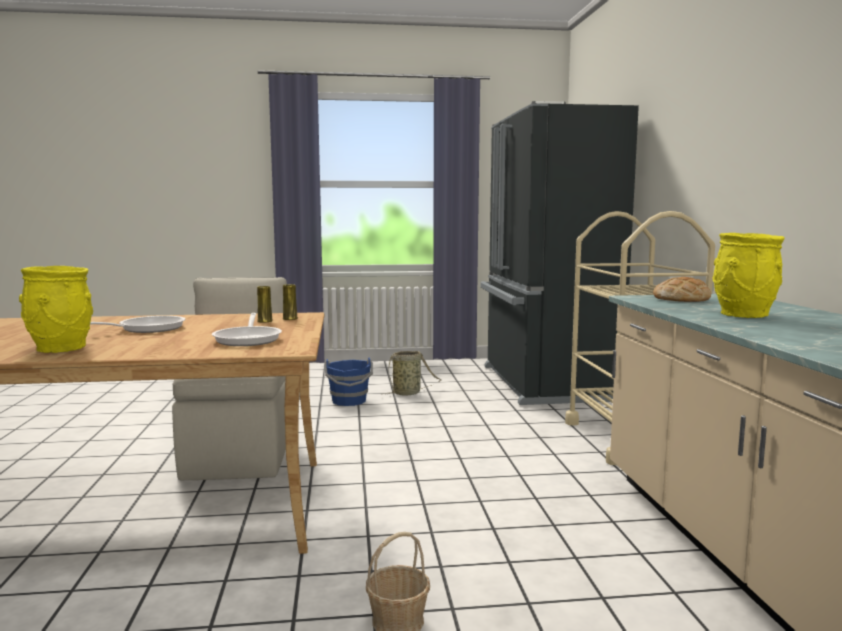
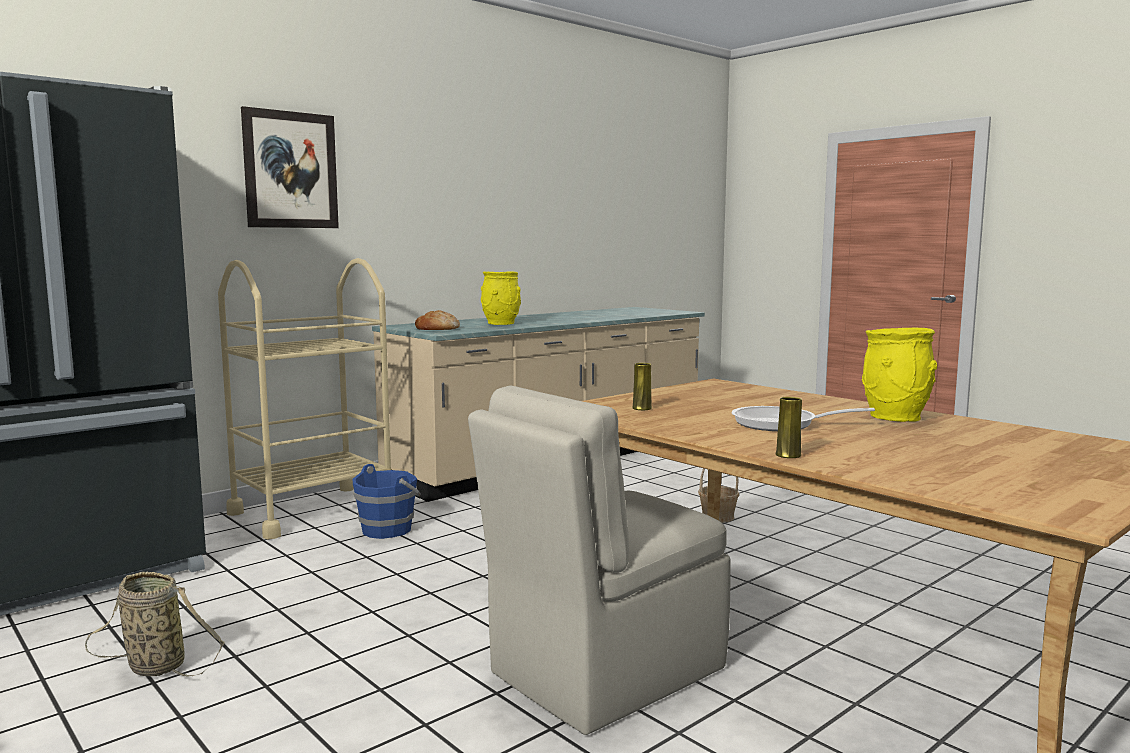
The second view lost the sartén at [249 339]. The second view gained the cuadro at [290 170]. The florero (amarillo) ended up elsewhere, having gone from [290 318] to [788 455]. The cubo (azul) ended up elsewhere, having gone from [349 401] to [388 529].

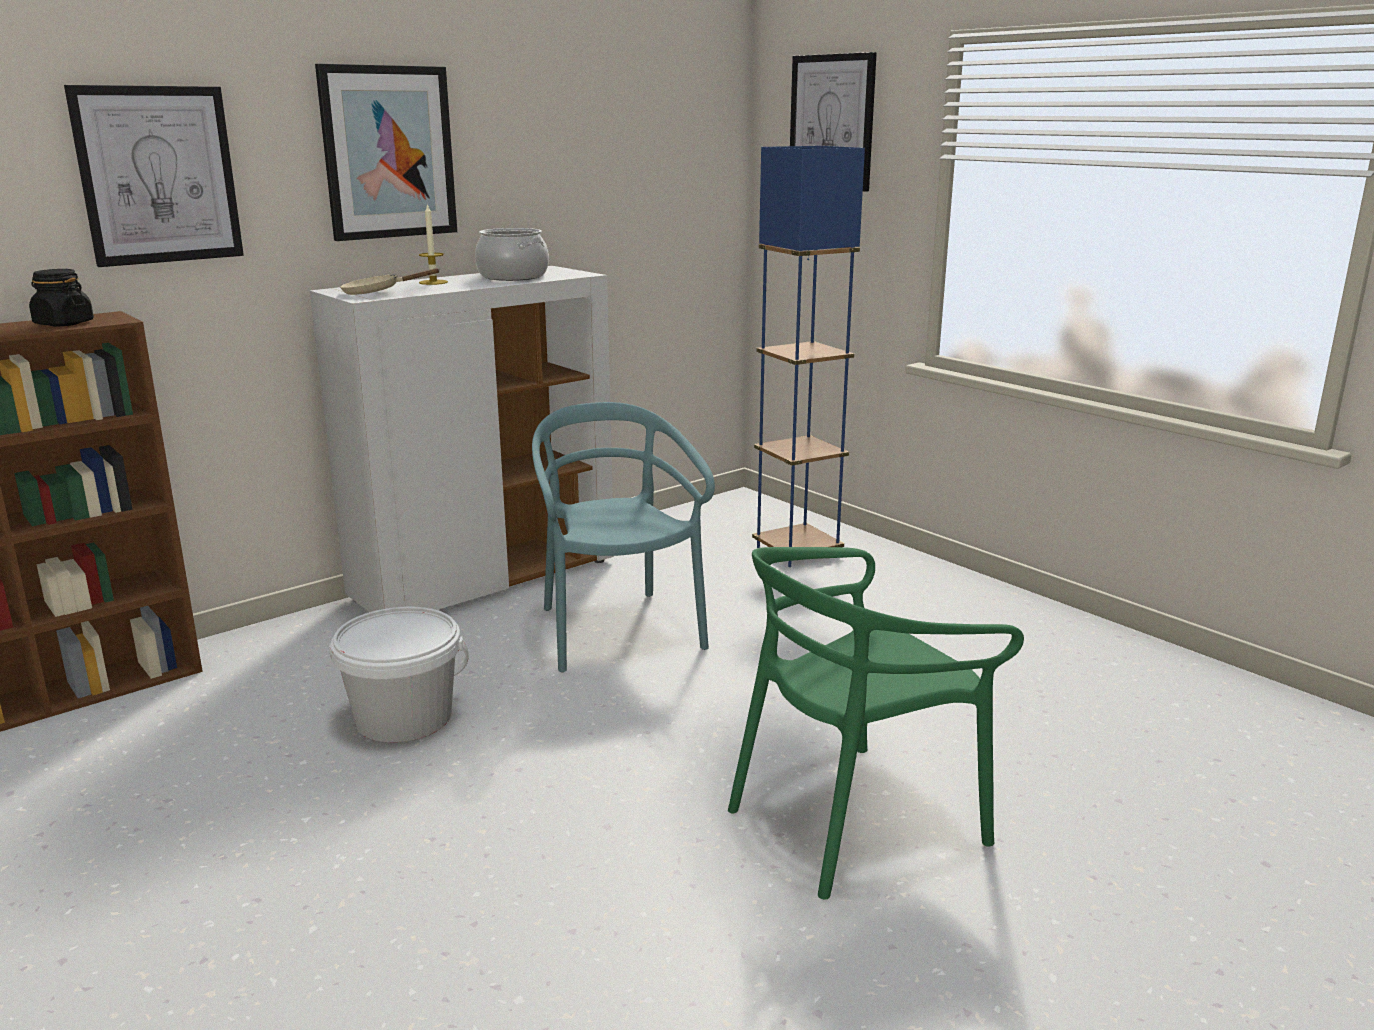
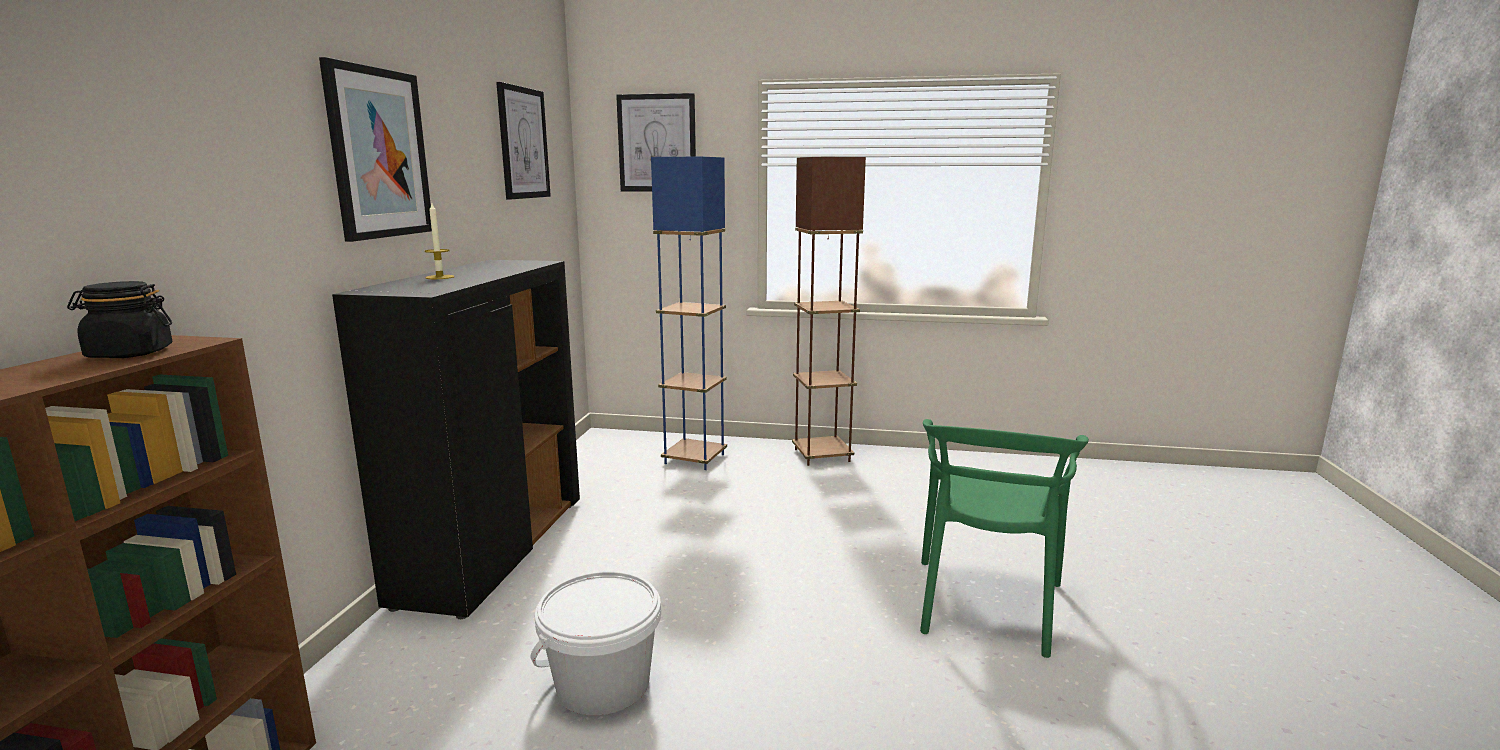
The second view lost the sartén (beis) at [377 292]. The second view lost the olla at [513 276]. The second view lost the silla (turquesa) at [617 631]. The second view gained the lámpara de pie (marrón) at [822 455]. The cuadro ended up elsewhere, having gone from [158 175] to [523 143]. What was the armario (blanco) at [485 579] turned into the armario (negro) at [493 550].

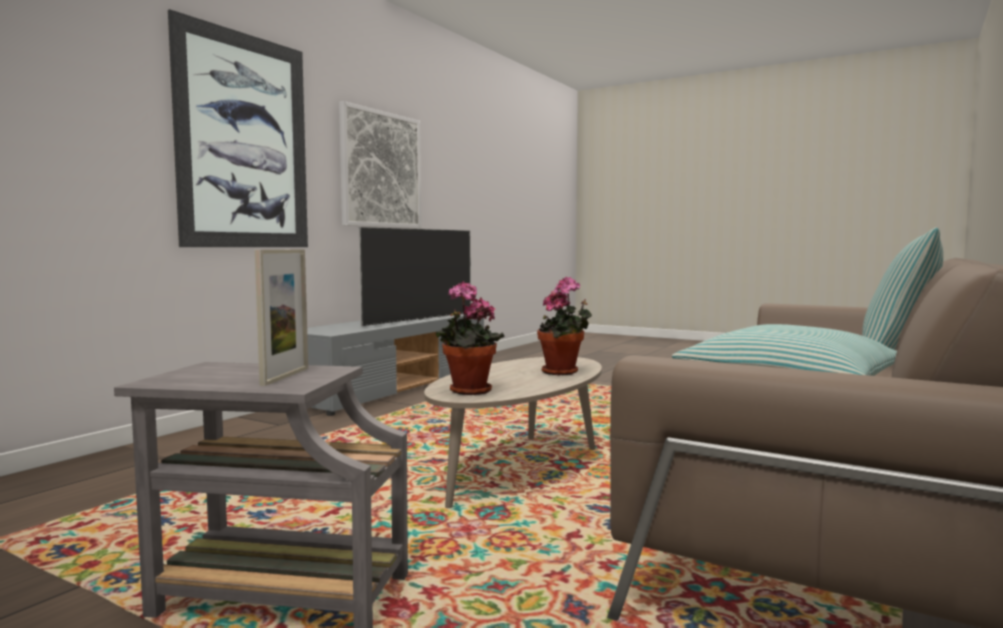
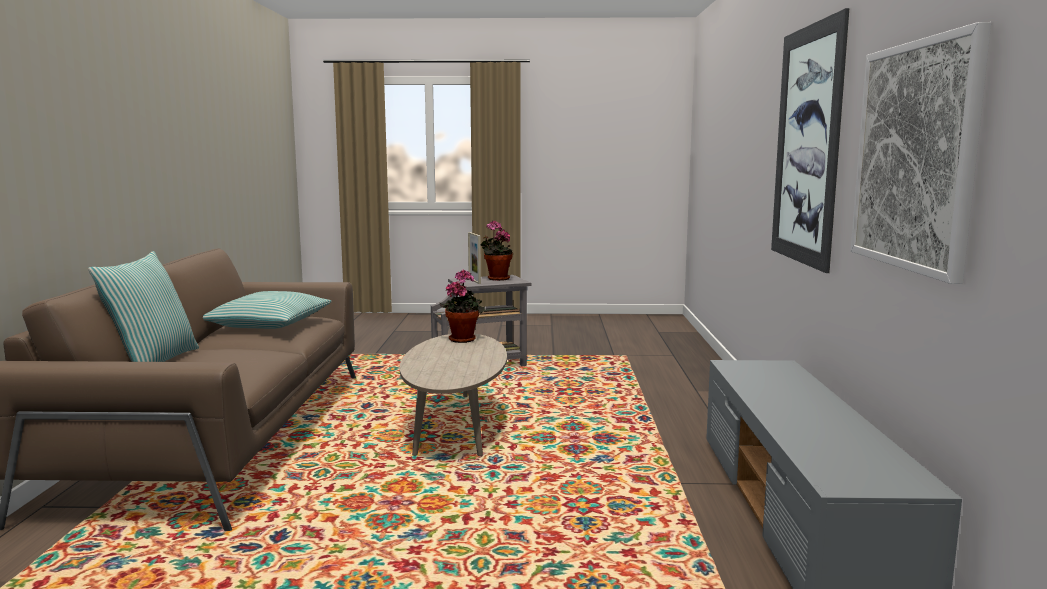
The second view lost the televisor at [419 319]. The planta en maceta ended up elsewhere, having gone from [563 372] to [496 279].

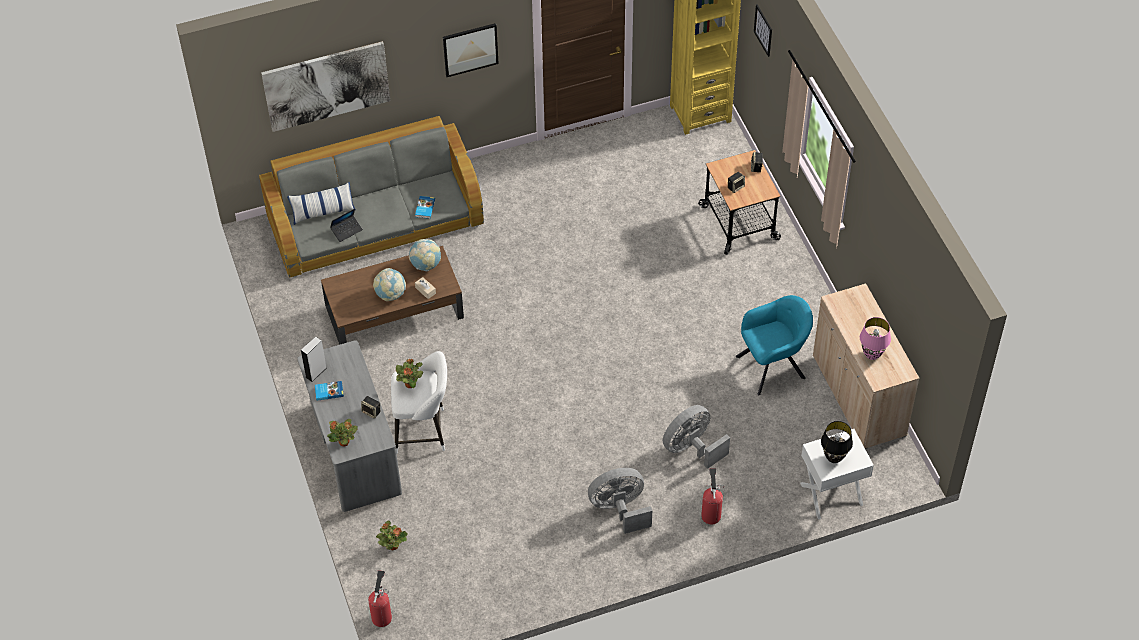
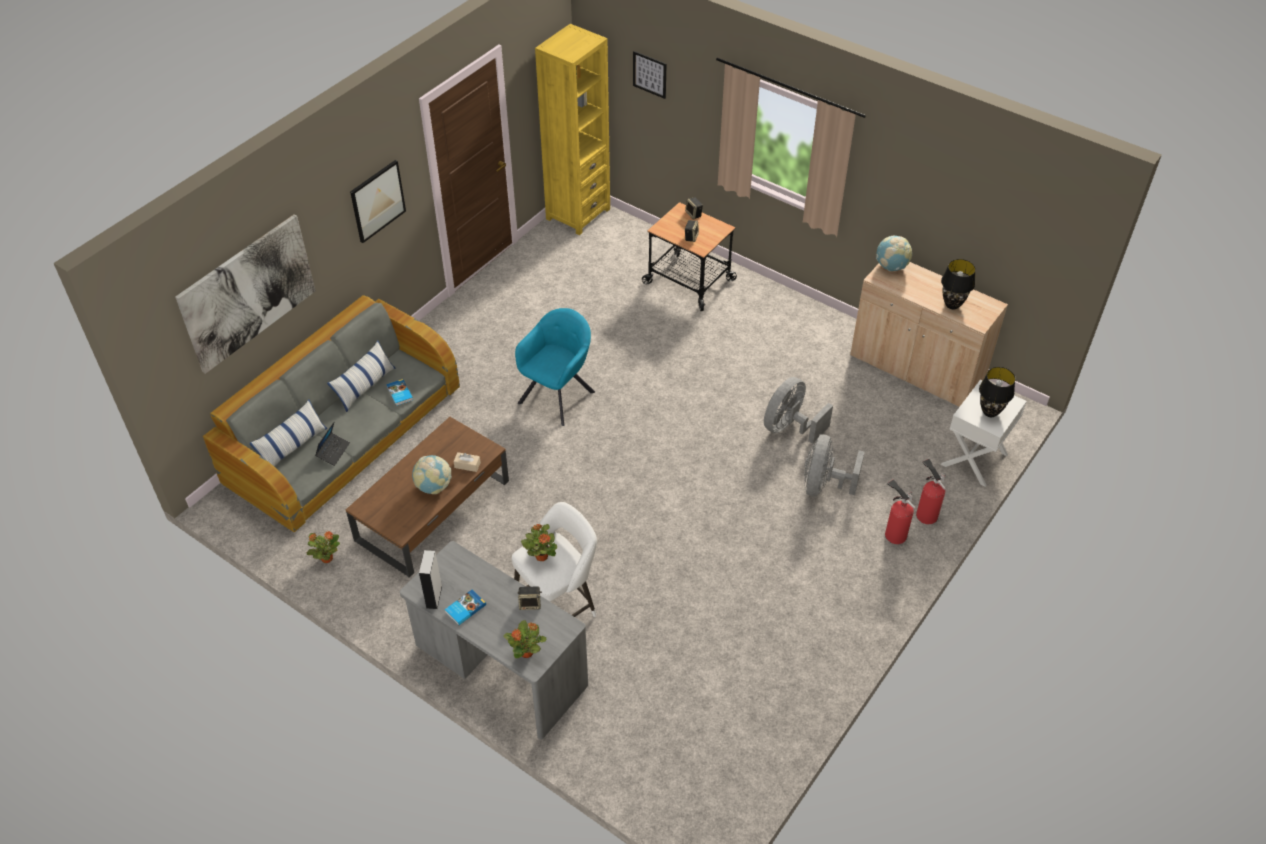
The second view gained the cojín at [365 386]. The extintor ended up elsewhere, having gone from [382 616] to [925 514]. The planta en maceta ended up elsewhere, having gone from [392 545] to [326 558]. The globo terráqueo ended up elsewhere, having gone from [426 265] to [891 266]. The ventilador (gris) ended up elsewhere, having gone from [620 509] to [790 427]. The sillón (turquesa) ended up elsewhere, having gone from [773 366] to [558 395]. What was the lámpara de mesa (rosa) at [871 354] turned into the lámpara de mesa (negro) at [952 305].

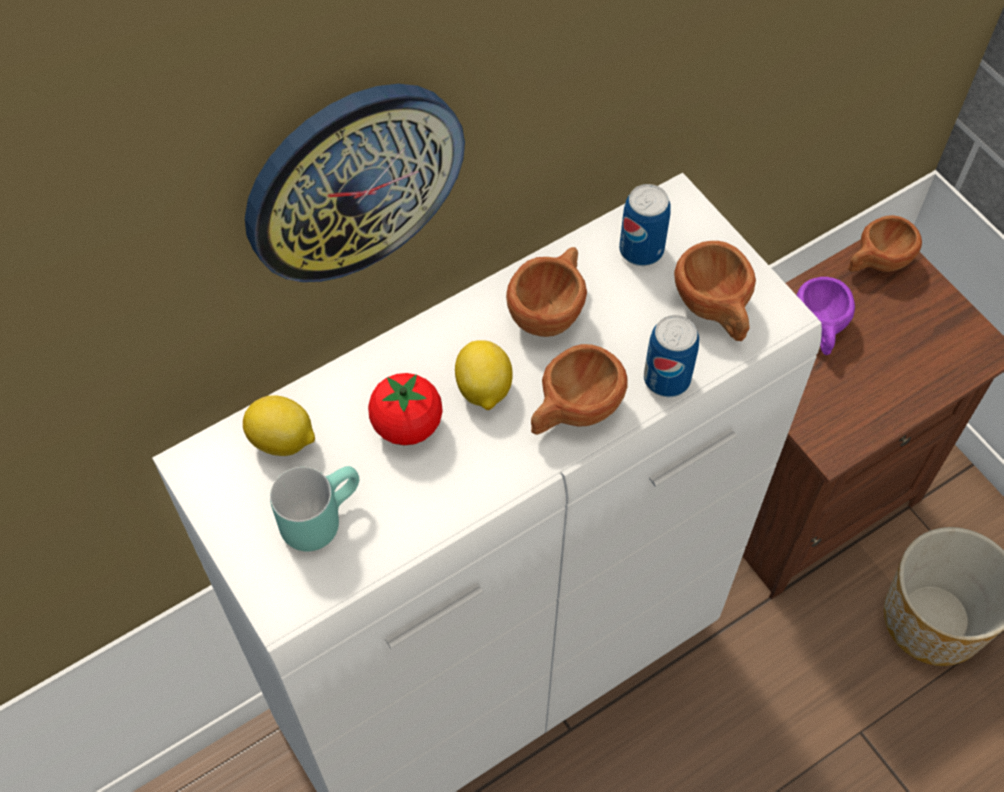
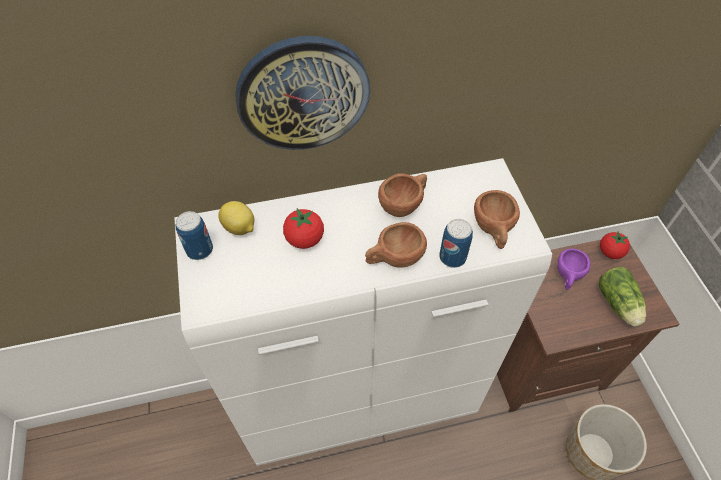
The second view lost the taza grande (turquesa) at [319 515]. The second view lost the limón at [483 390]. The second view gained the lechuga at [618 305]. The lata ended up elsewhere, having gone from [641 250] to [199 250]. Where the taza (marrón) stood at [876 263], the tomate came to stand at [610 252].

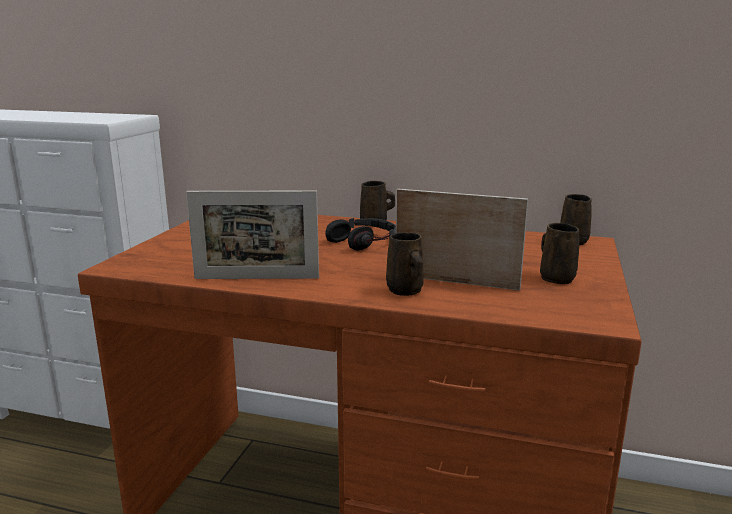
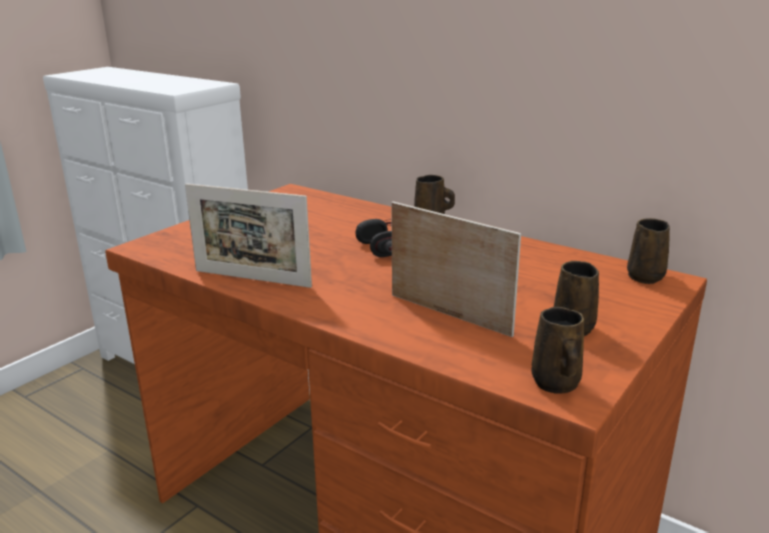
The taza grande (marrón) ended up elsewhere, having gone from [405 291] to [556 384].

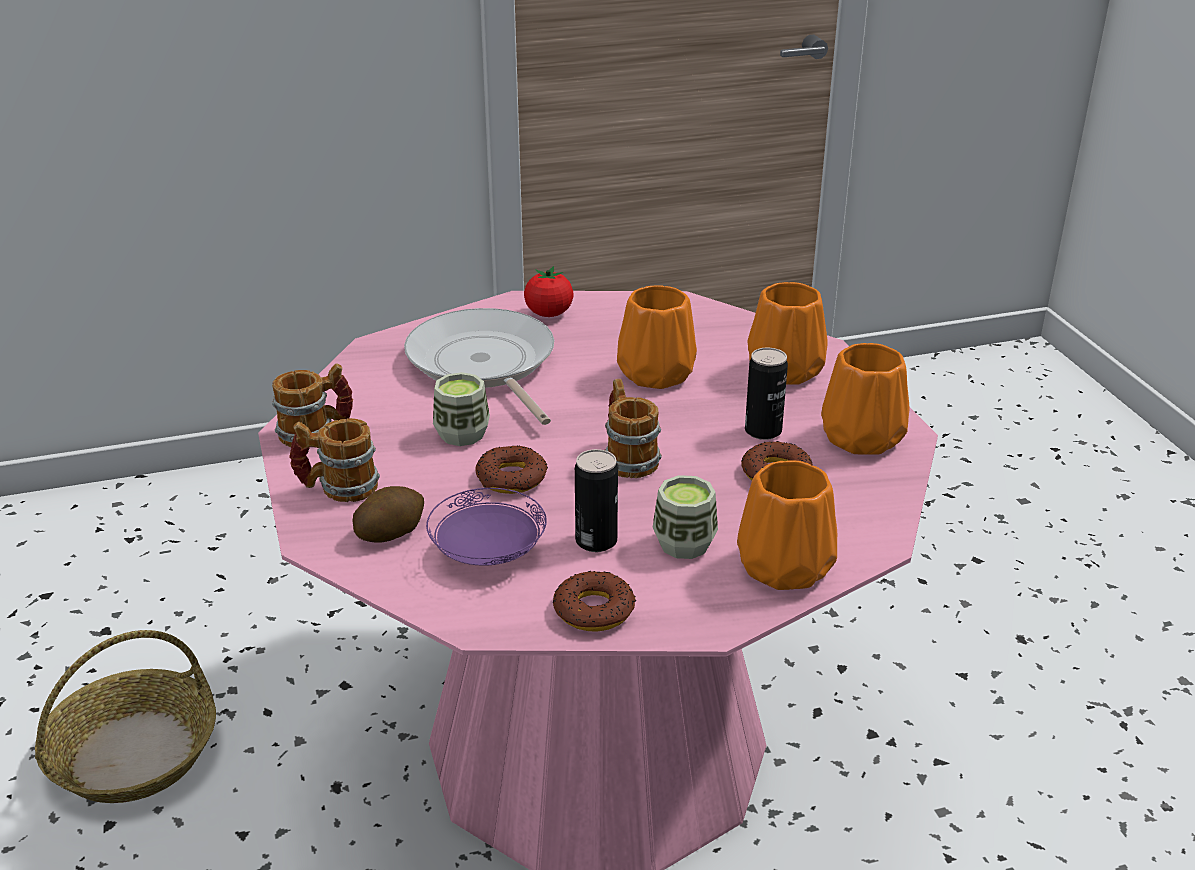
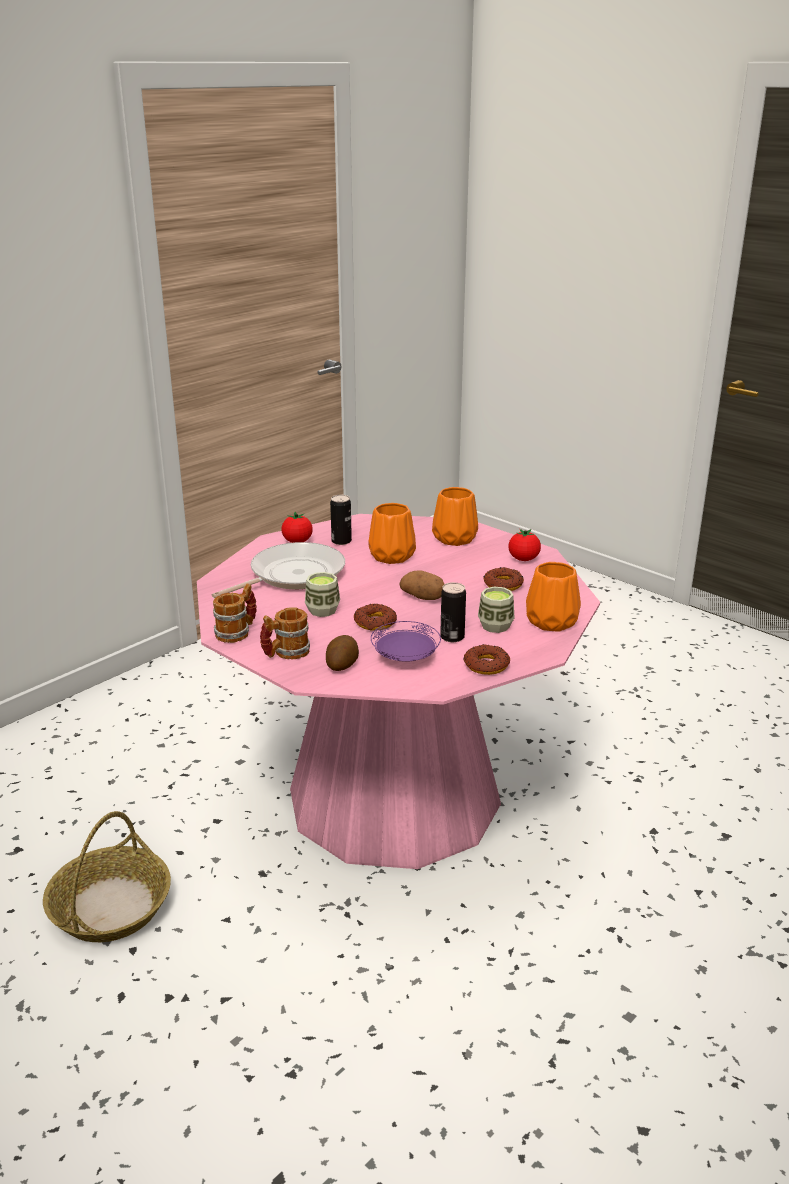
The lata ended up elsewhere, having gone from [763 431] to [341 541]. Where the taza grande stood at [627 457], the patata came to stand at [423 597]. Where the florero (naranja) stood at [859 438], the tomate came to stand at [523 559]. The sartén at [483 365] ended up facing another way, 105 degrees clockwise from before.

